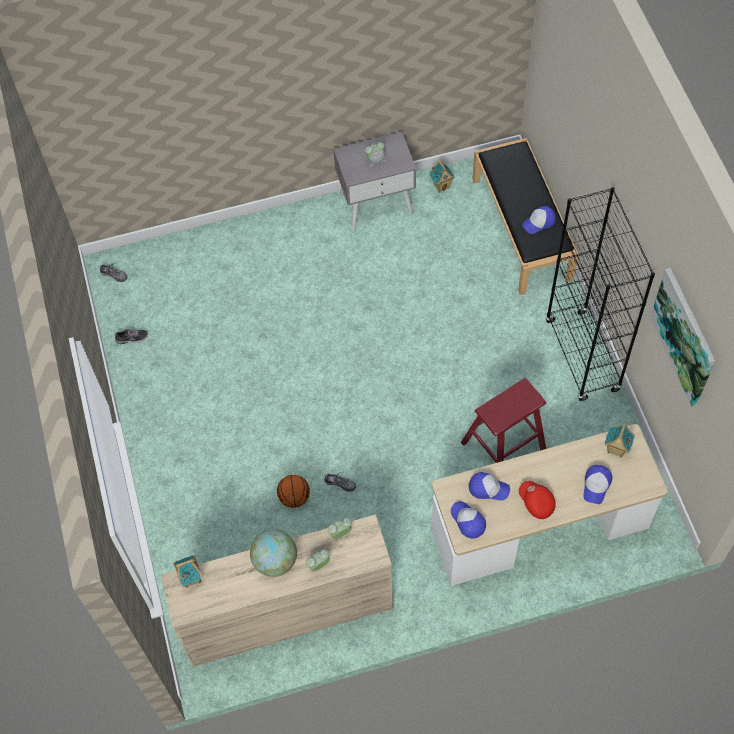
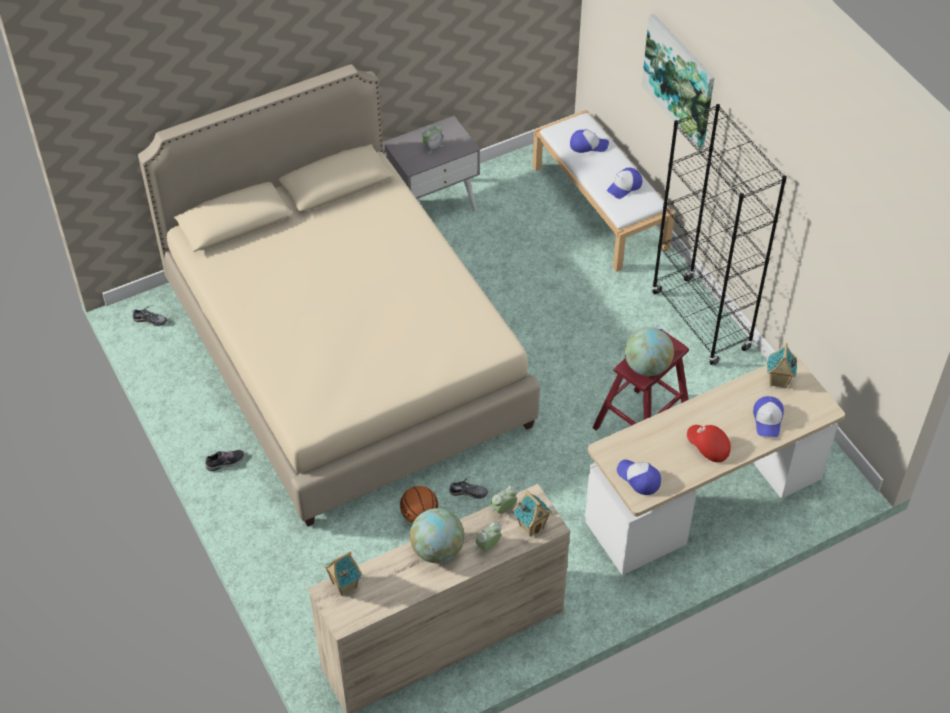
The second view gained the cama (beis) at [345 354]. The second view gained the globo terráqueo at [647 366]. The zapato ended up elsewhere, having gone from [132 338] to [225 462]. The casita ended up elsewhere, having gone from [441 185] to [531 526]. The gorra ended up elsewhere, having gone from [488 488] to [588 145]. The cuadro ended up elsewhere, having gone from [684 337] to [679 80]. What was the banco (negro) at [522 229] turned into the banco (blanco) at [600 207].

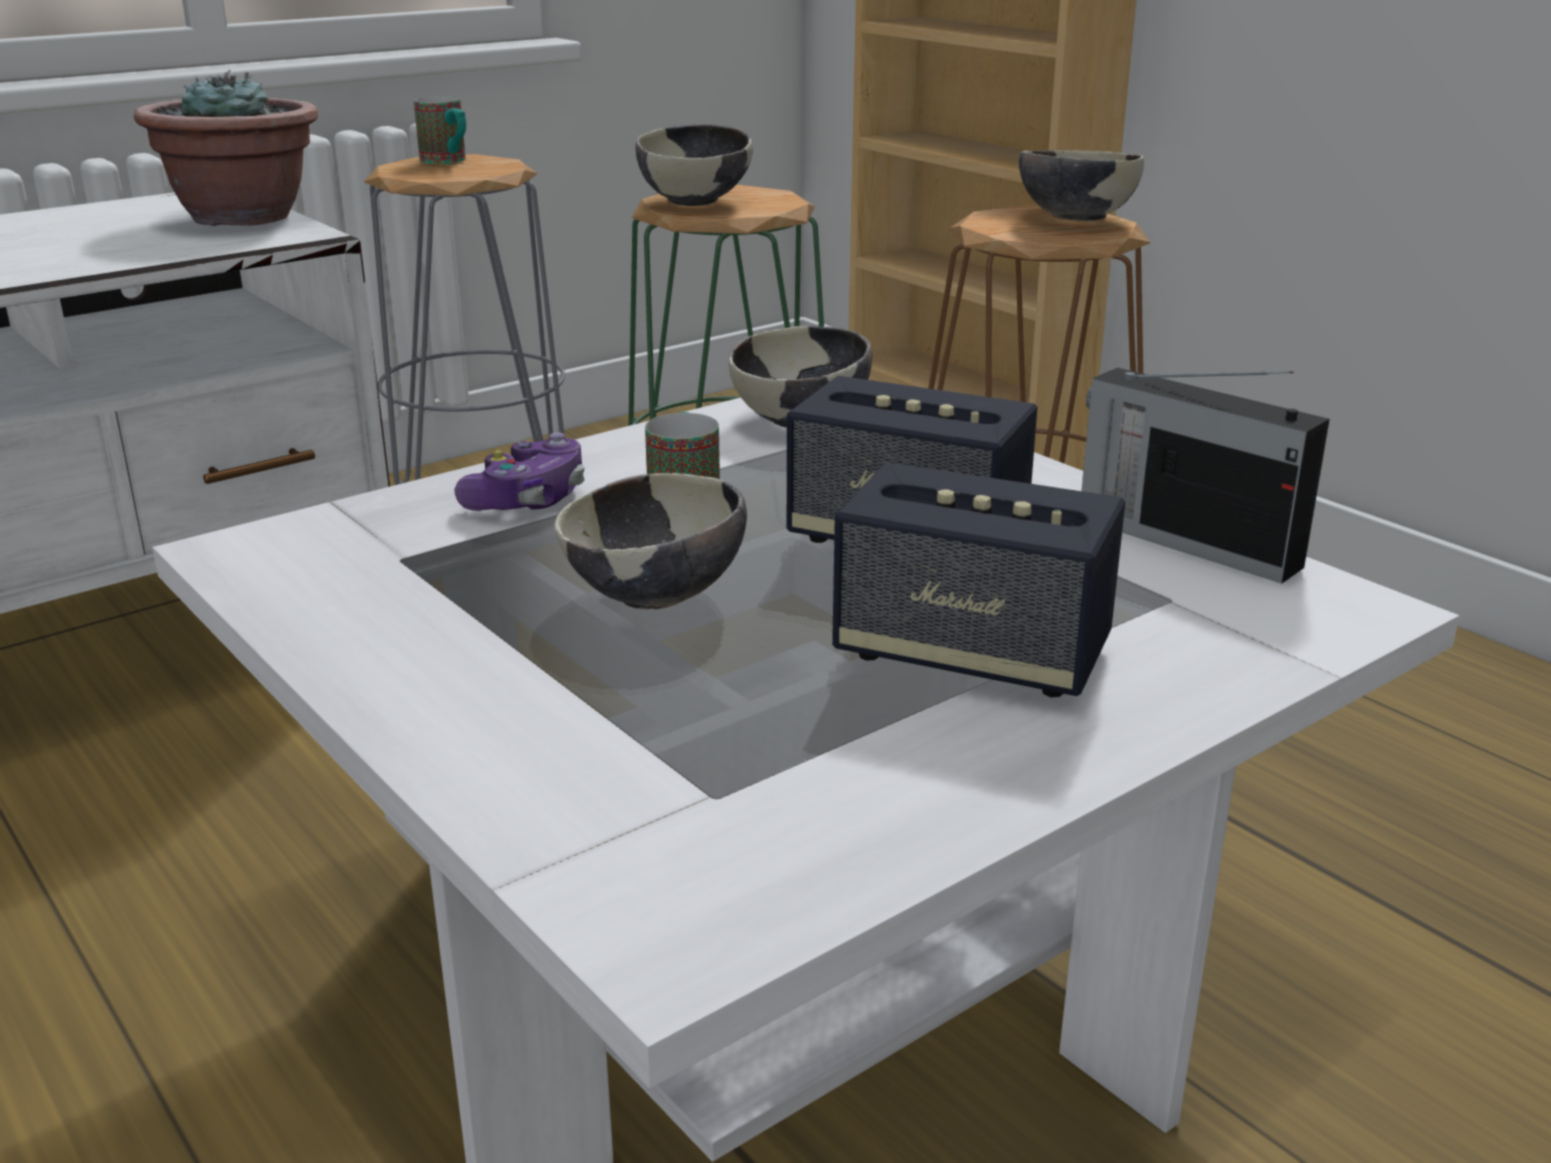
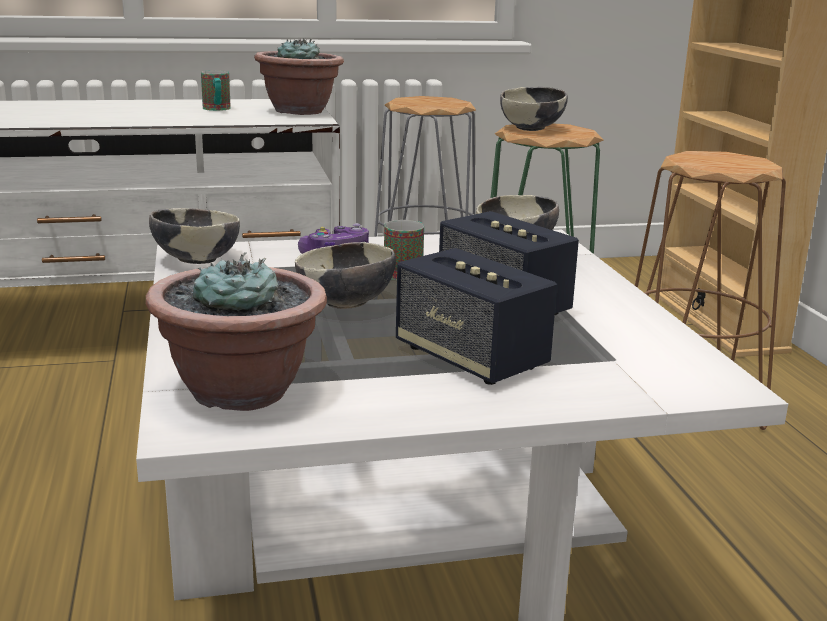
The second view lost the radio at [1183 540]. The second view gained the planta en maceta at [241 391]. The taza grande ended up elsewhere, having gone from [448 162] to [217 109]. The cuenco ended up elsewhere, having gone from [1075 219] to [196 260].

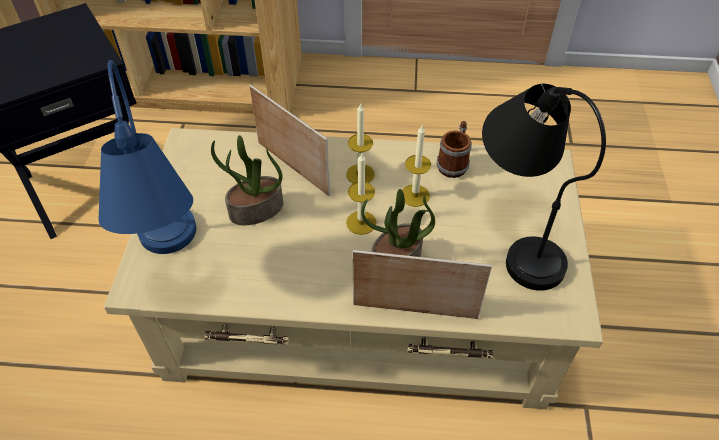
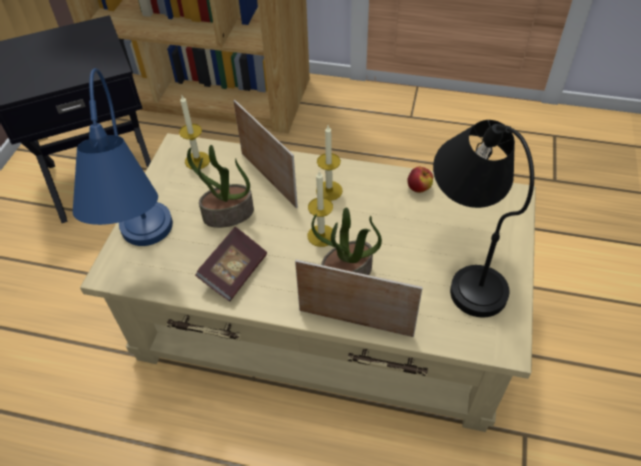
The second view gained the libro at [234 272]. The vela ended up elsewhere, having gone from [415 195] to [197 160]. Where the taza grande stood at [454 163], the manzana came to stand at [419 188].

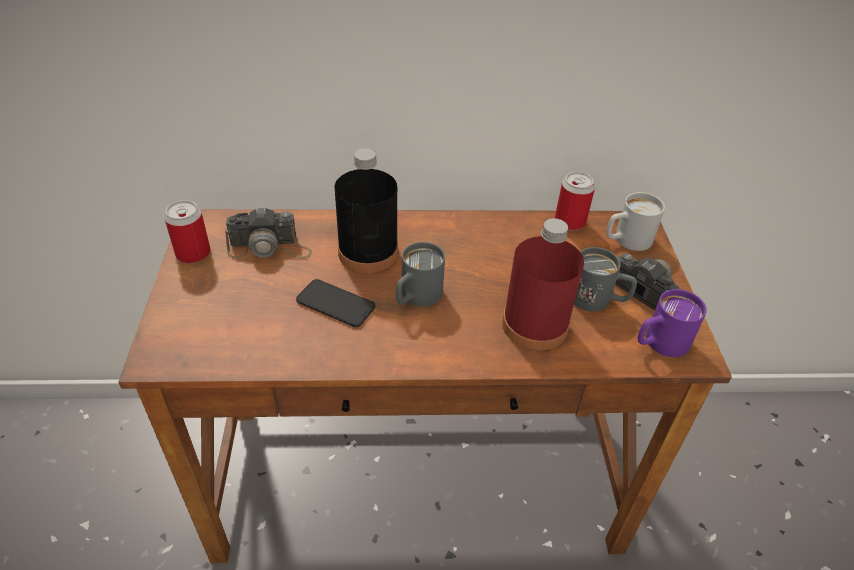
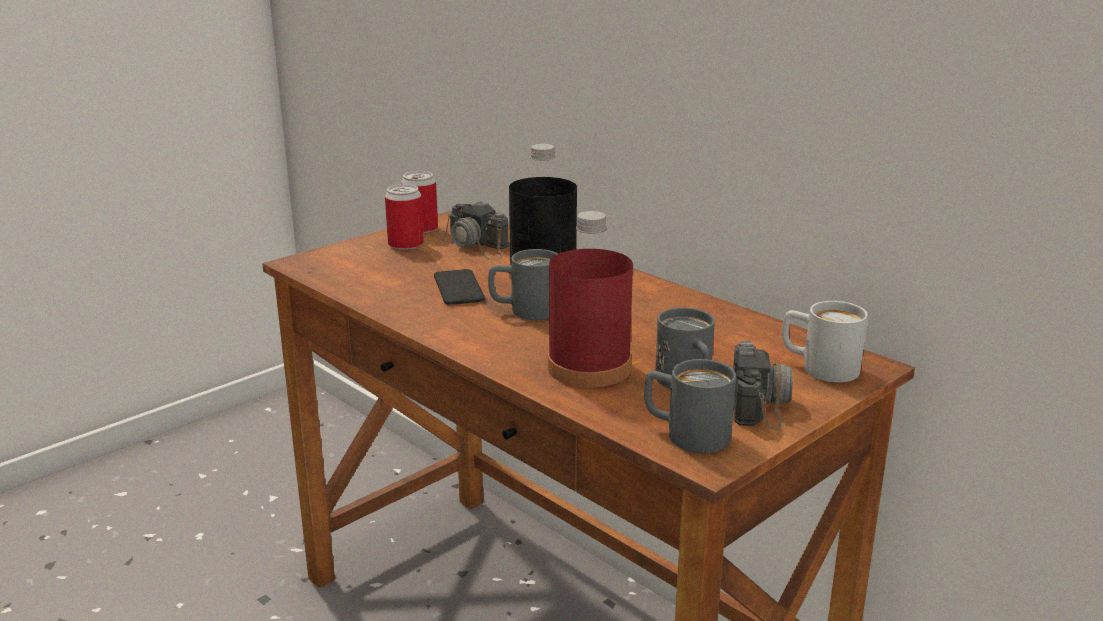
The lata ended up elsewhere, having gone from [570 222] to [405 244]. What was the taza grande (morado) at [659 343] turned into the taza grande (gris) at [685 434].

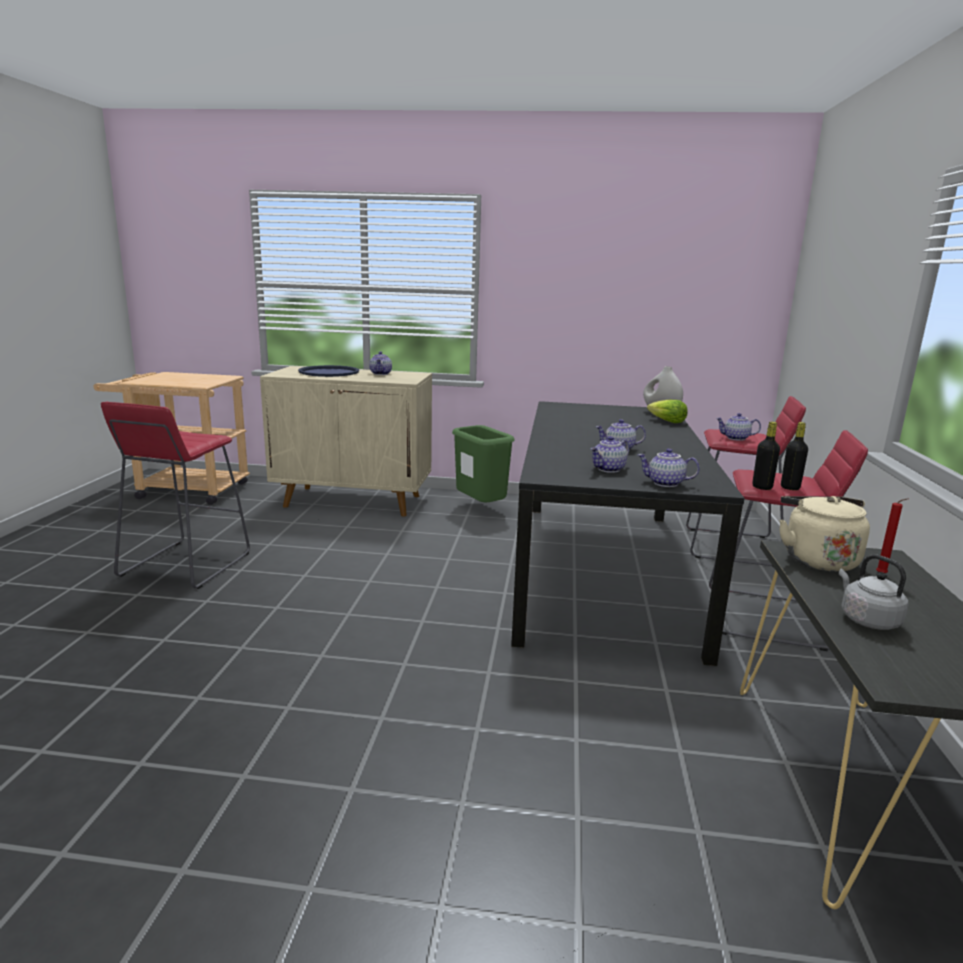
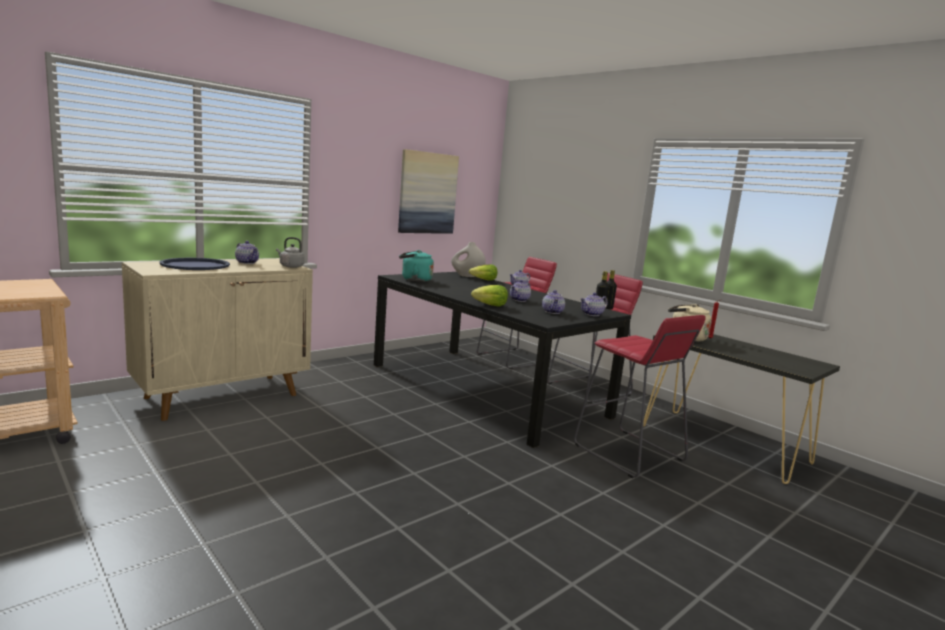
The second view lost the papelera (verde) at [481 509]. The second view gained the cuadro at [427 193]. The second view gained the hervidor (turquesa) at [414 280]. The second view gained the lechuga at [490 305]. The taburete (rojo) ended up elsewhere, having gone from [185 565] to [628 453]. The hervidor (gris) ended up elsewhere, having gone from [866 619] to [290 266].

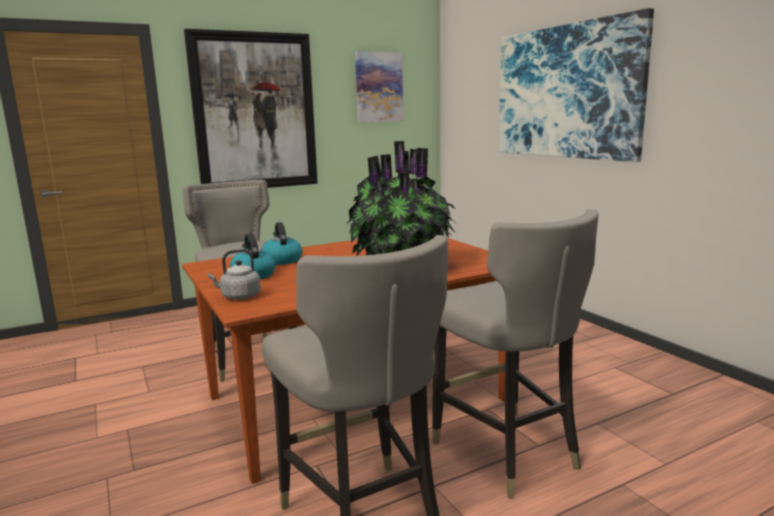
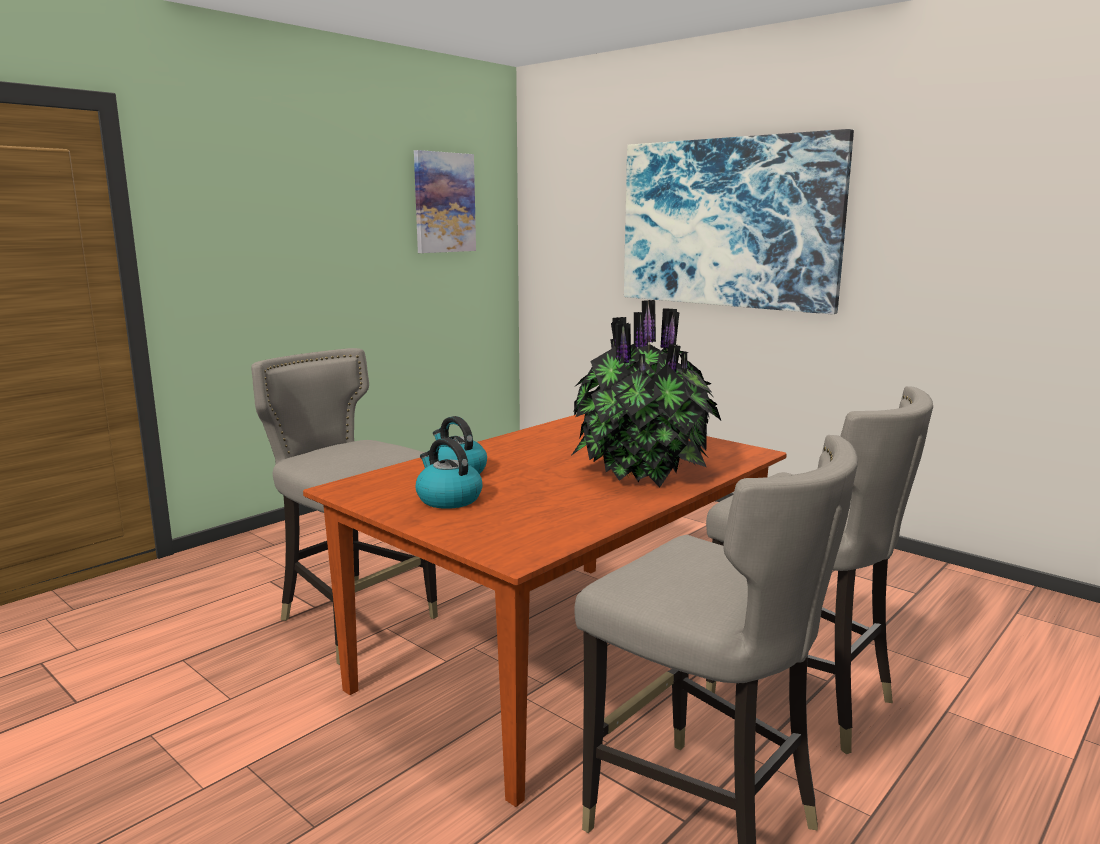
The second view lost the cuadro at [255 112]. The second view lost the hervidor (gris) at [238 297].

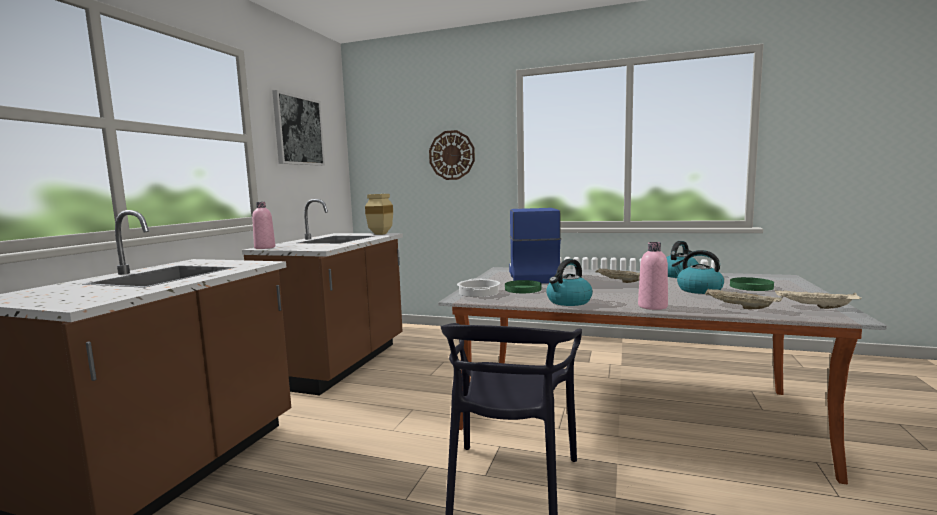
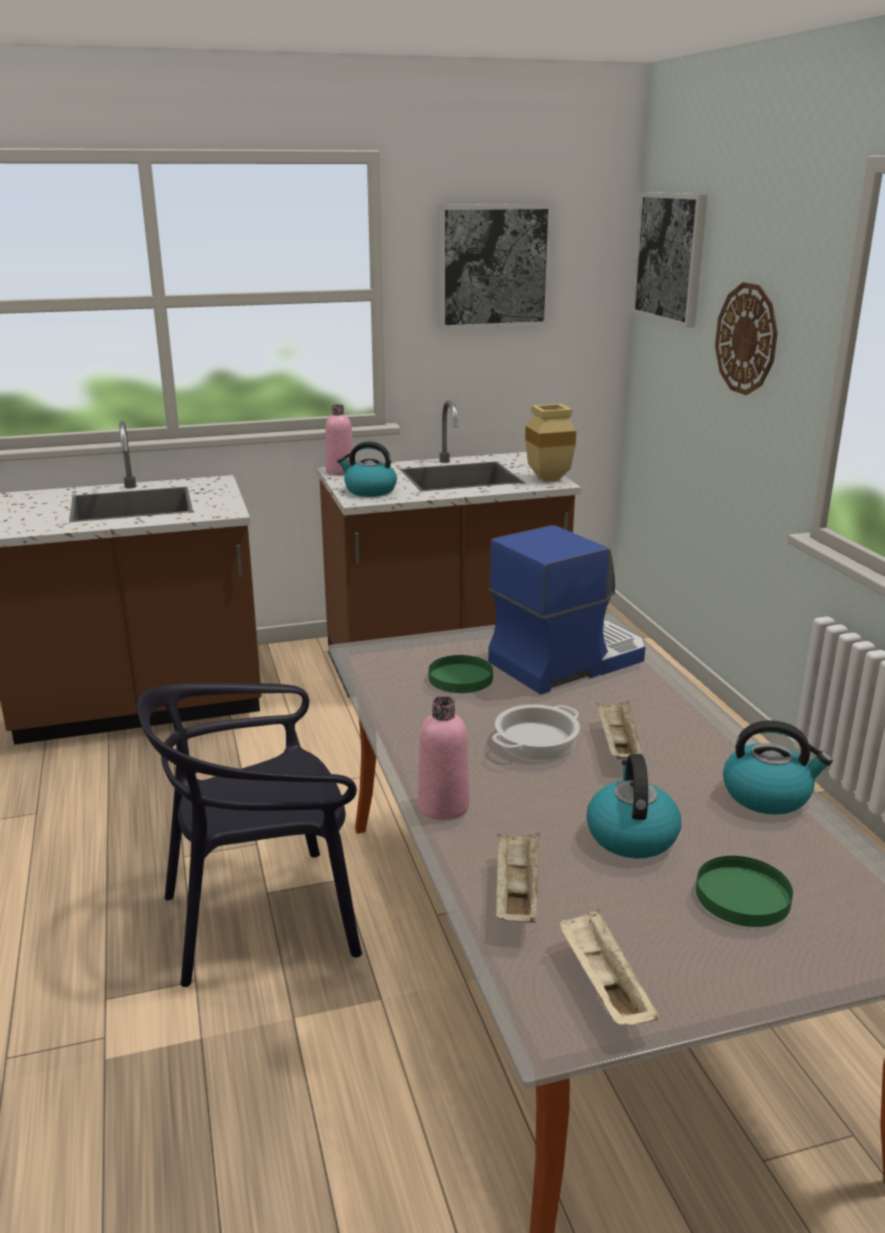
The second view gained the cuadro at [671 257]. The olla ended up elsewhere, having gone from [478 292] to [536 740]. The hervidor ended up elsewhere, having gone from [568 302] to [369 491].

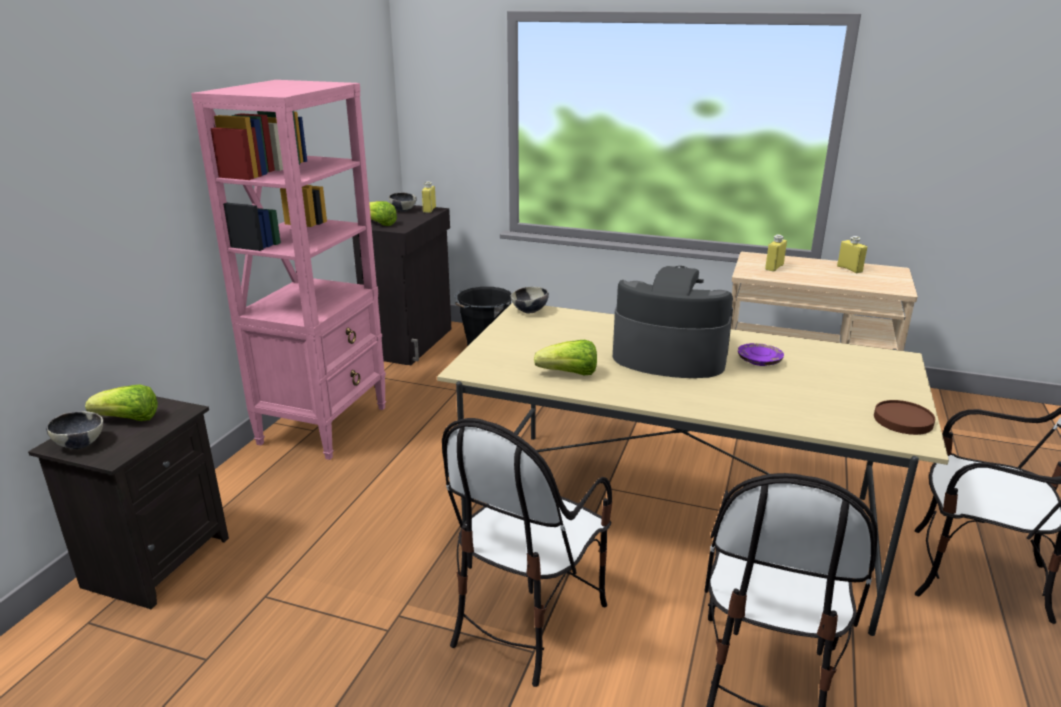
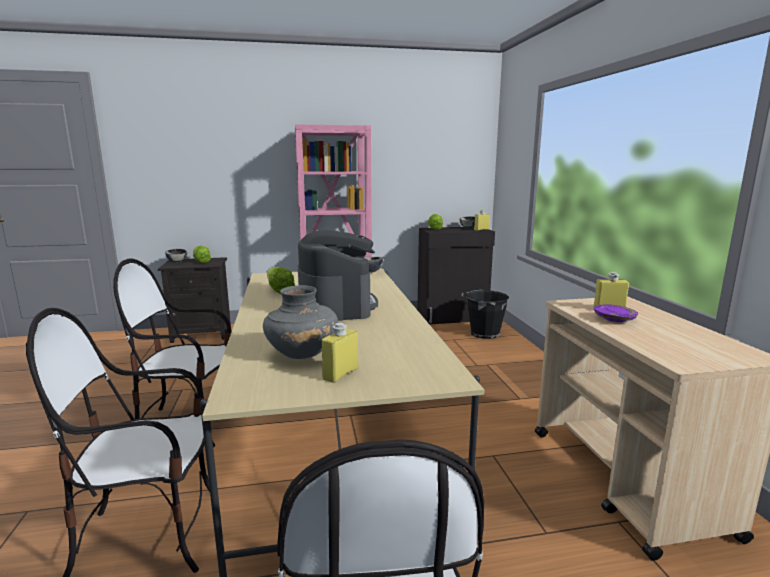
The second view lost the plato (marrón) at [903 420]. The second view gained the florero (gris) at [302 353]. The plato (morado) ended up elsewhere, having gone from [759 361] to [614 319]. The botella (amarillo) ended up elsewhere, having gone from [849 269] to [340 374].

